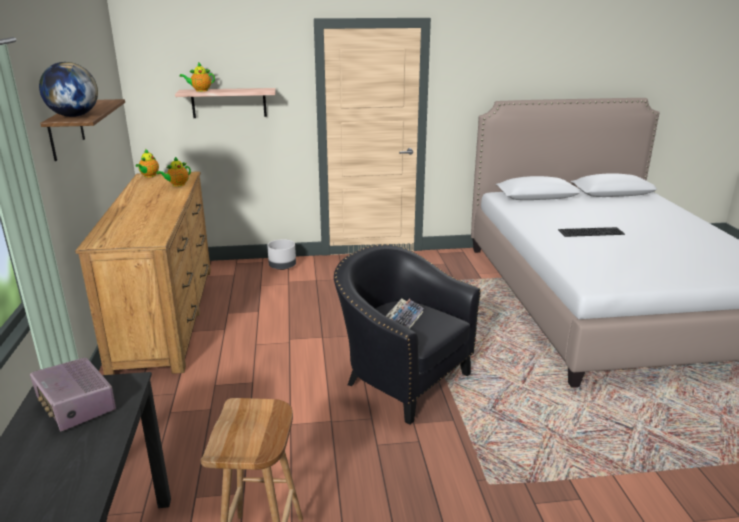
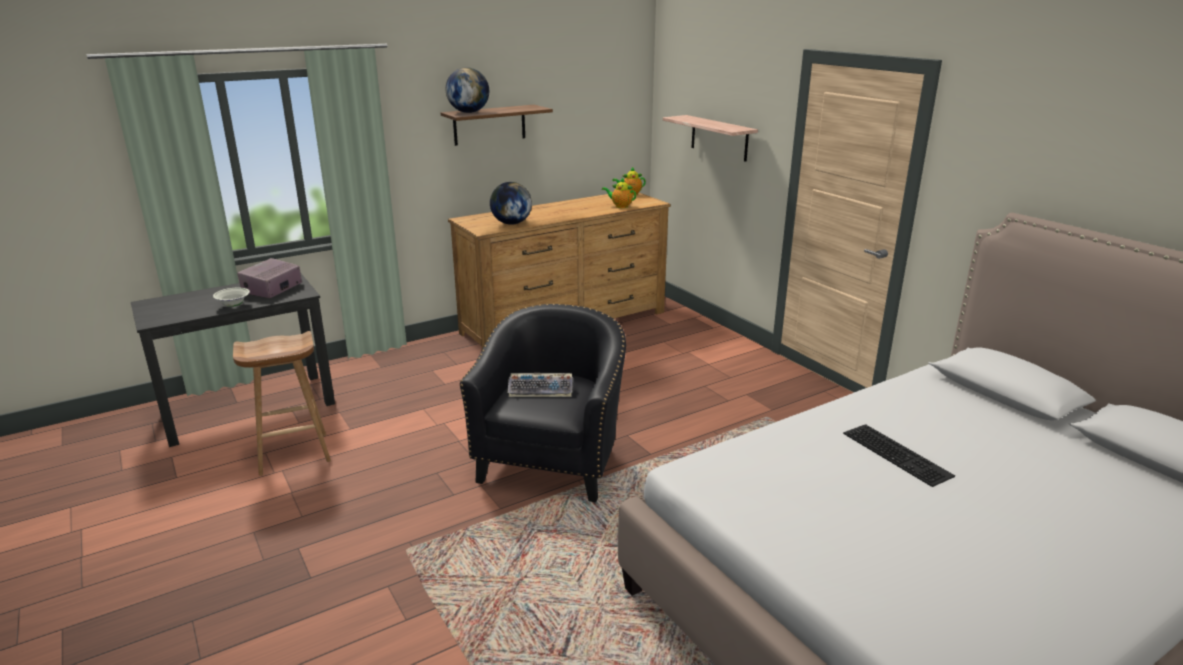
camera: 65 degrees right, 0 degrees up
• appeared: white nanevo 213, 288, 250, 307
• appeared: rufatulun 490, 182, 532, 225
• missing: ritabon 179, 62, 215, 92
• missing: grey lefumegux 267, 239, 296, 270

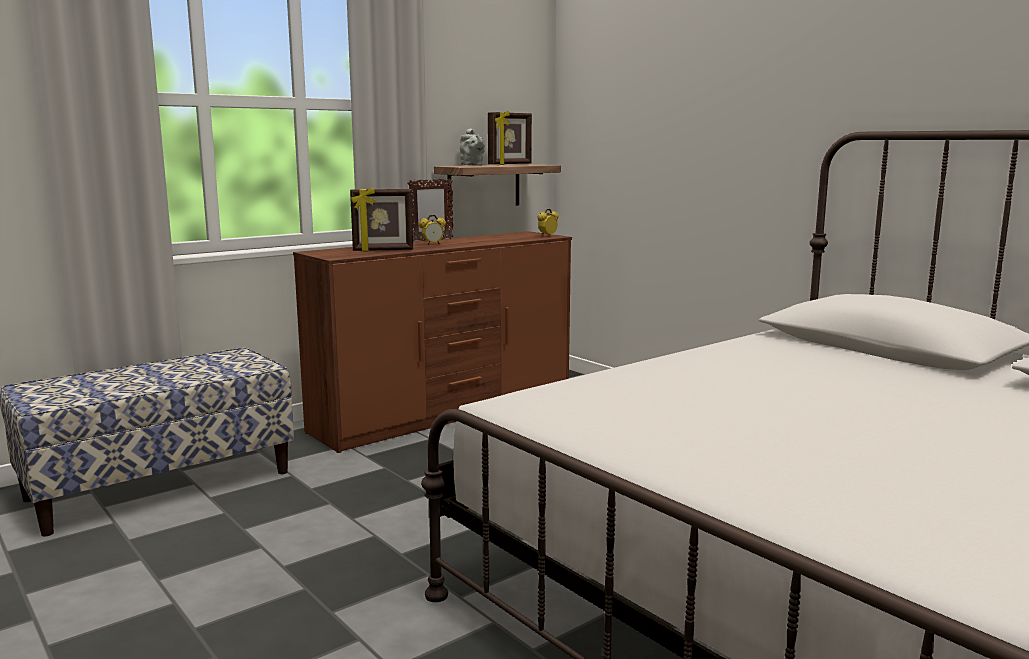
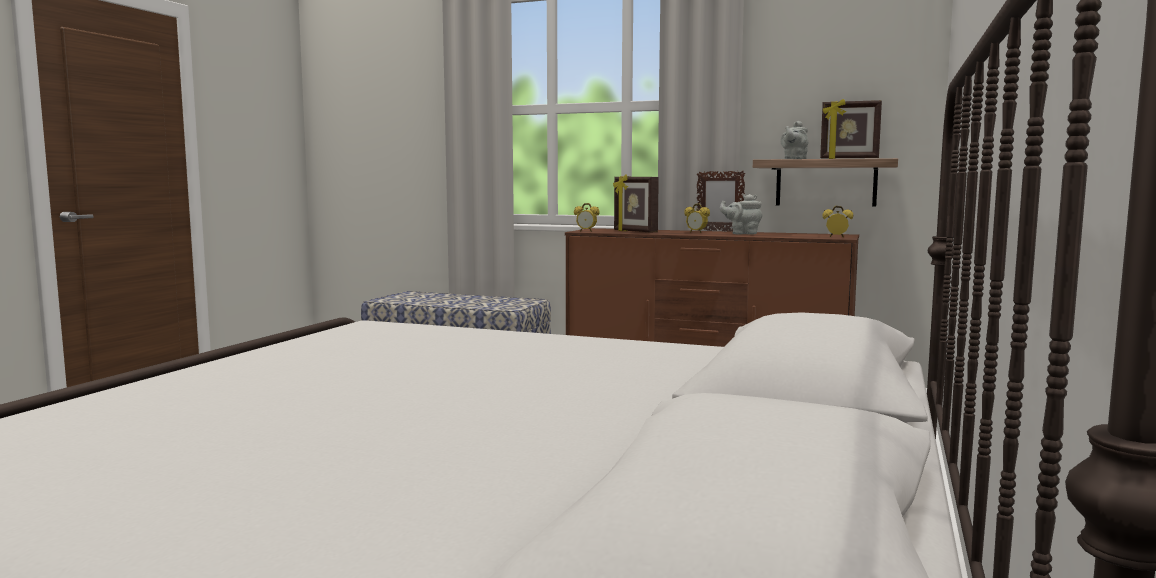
camera: 60 degrees right, 5 degrees down
• appeared: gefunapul 574, 203, 600, 232
• appeared: grey ritabon 720, 194, 762, 235

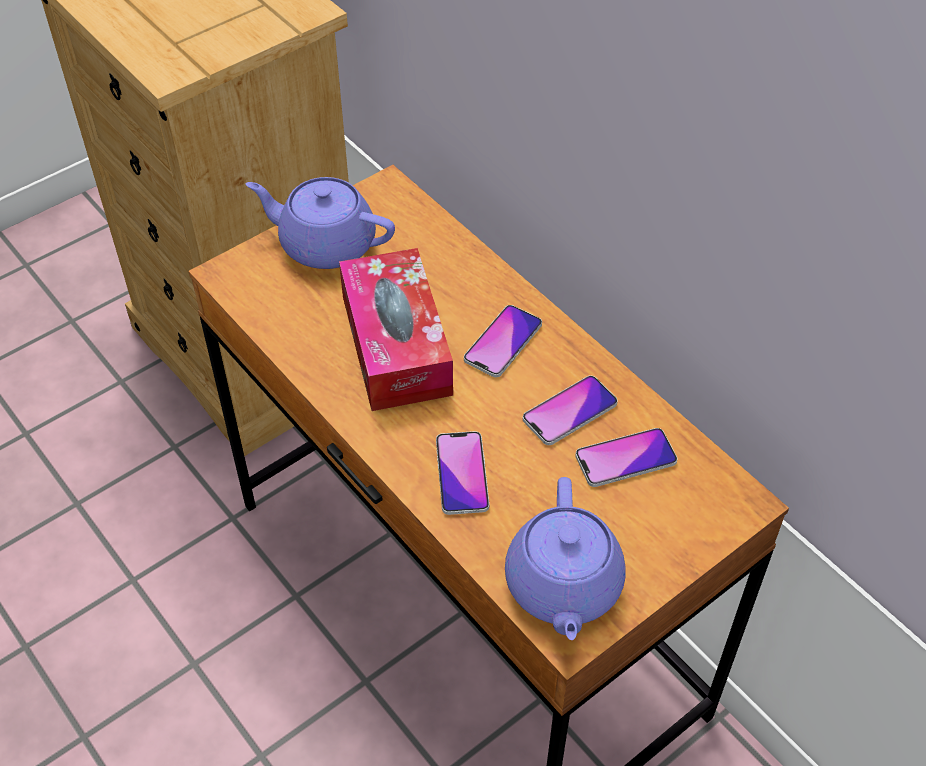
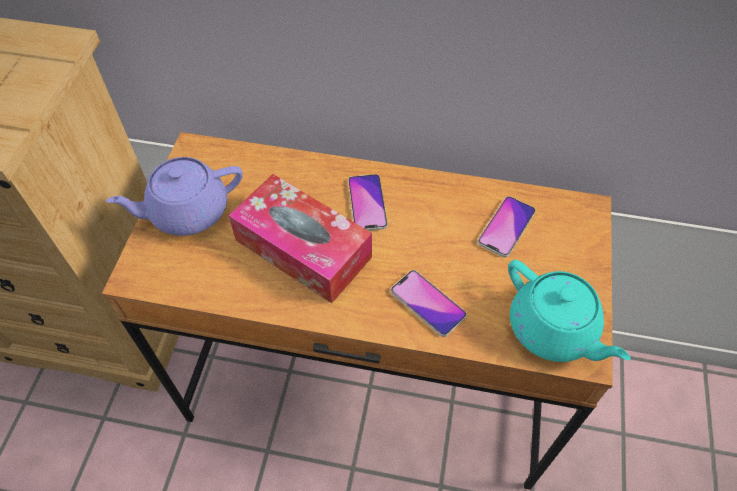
camera: 40 degrees left, 5 degrees up
• colour: purple ritabon 505, 477, 626, 640 to turquoise ritabon 508, 260, 631, 362
• missing: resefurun 523, 375, 618, 445

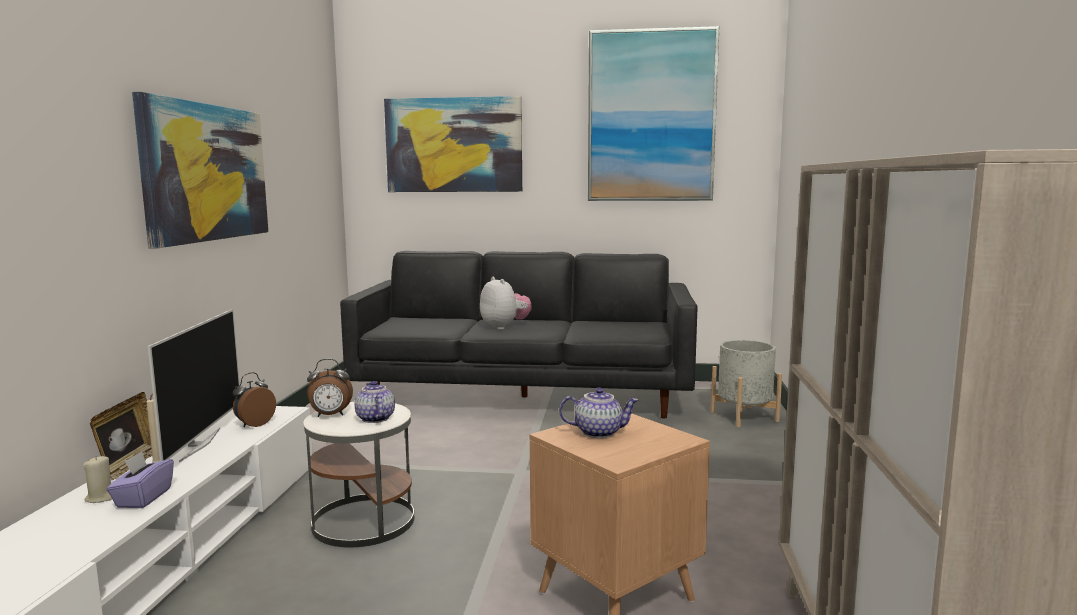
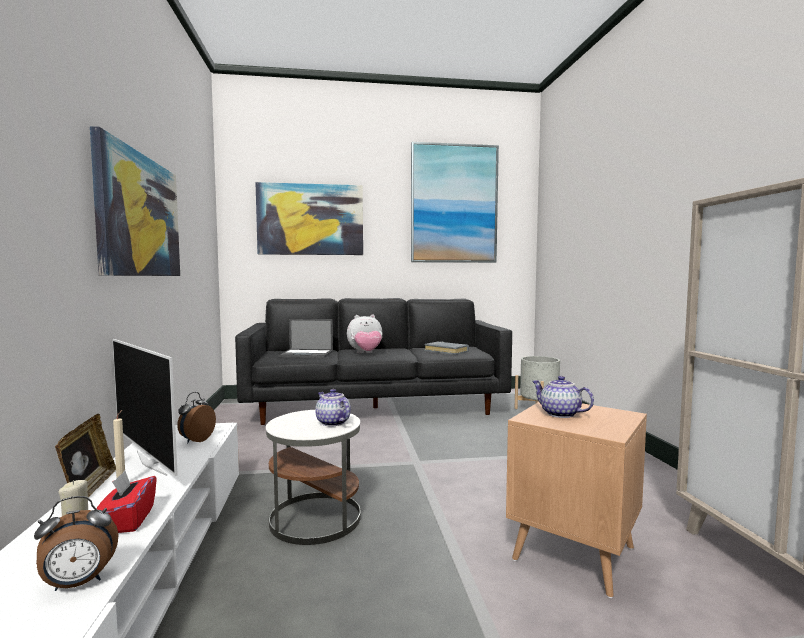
camera: 15 degrees left, 5 degrees down
• relocated: gefunapul 307, 359, 353, 417 to 34, 496, 119, 591
• colour: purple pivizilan 106, 451, 174, 508 to red pivizilan 96, 471, 157, 533
• spun: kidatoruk 148, 309, 240, 462 = 112, 339, 178, 476 150 degrees clockwise
• appeared: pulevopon 278, 319, 333, 358
• spun: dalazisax 480, 277, 531, 330 = 347, 314, 382, 353 120 degrees clockwise
• appeared: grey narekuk 424, 342, 469, 355
• spun: ritabon 559, 387, 639, 438 = 532, 376, 594, 418 120 degrees counterclockwise

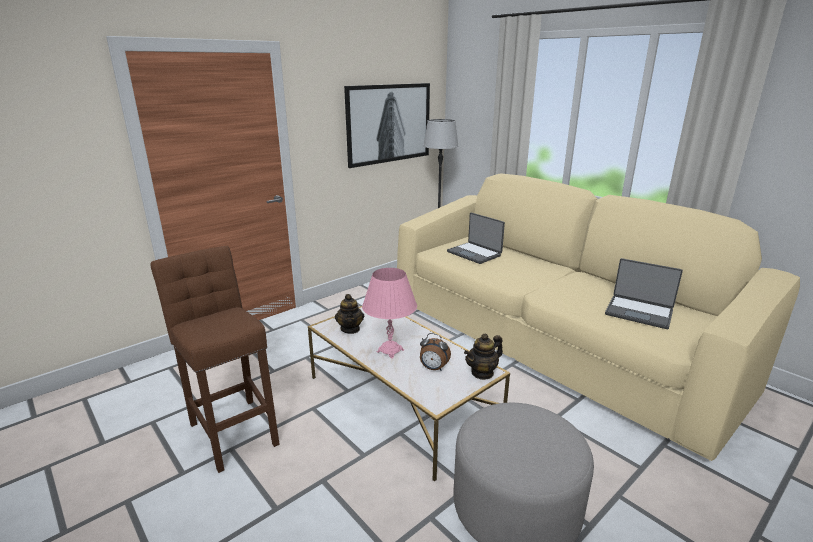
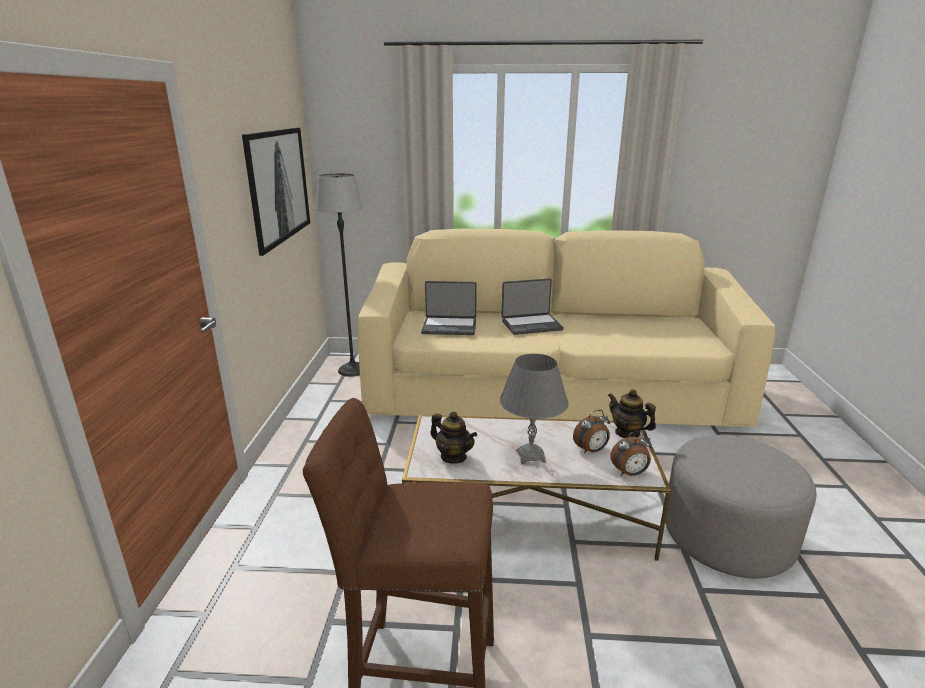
camera: 45 degrees left, 0 degrees up
• colour: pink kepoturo 362, 268, 417, 359 to grey kepoturo 500, 354, 569, 464
• relocated: pulevopon 605, 258, 683, 329 to 501, 279, 564, 335
• spun: ritabon 464, 334, 503, 380 = 607, 390, 656, 438 120 degrees clockwise
• appeared: gefunapul 610, 431, 652, 476

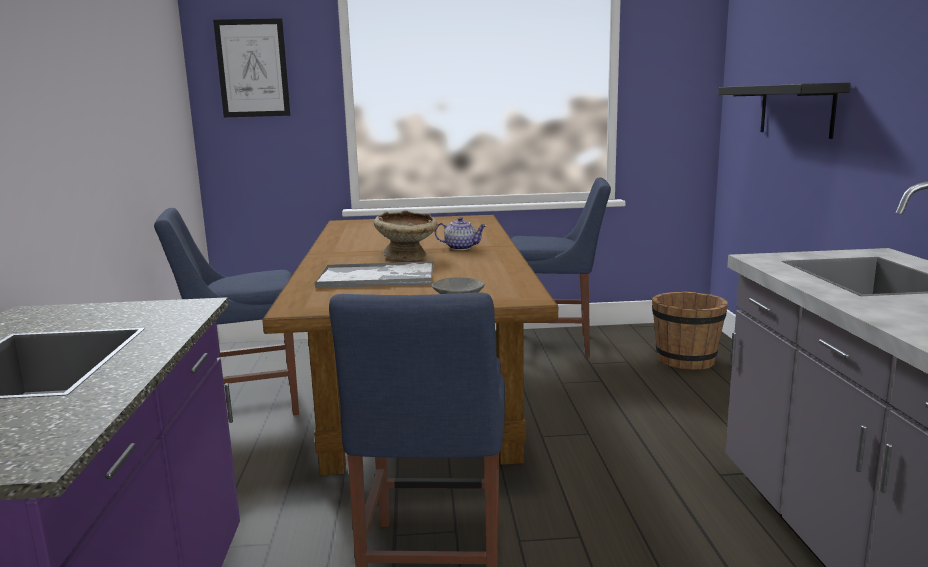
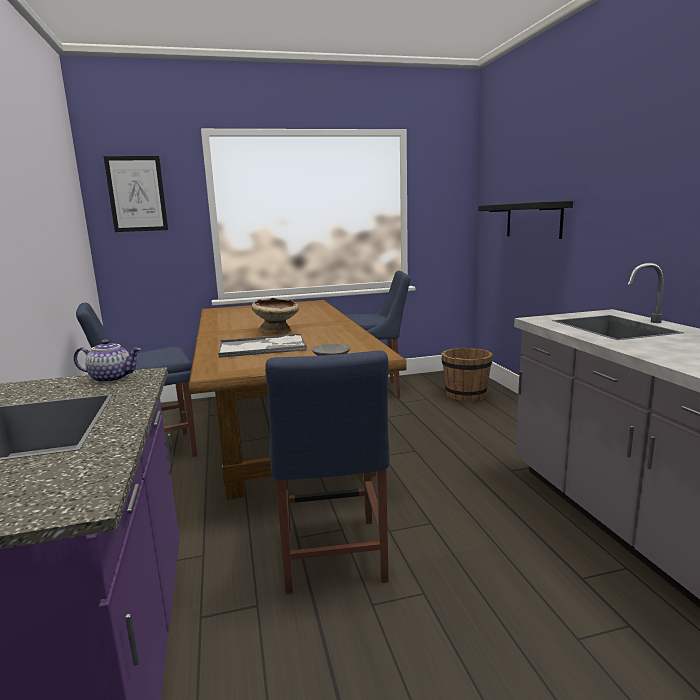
camera: 10 degrees left, 0 degrees up
• relocated: ritabon 435, 217, 487, 250 to 74, 339, 141, 383

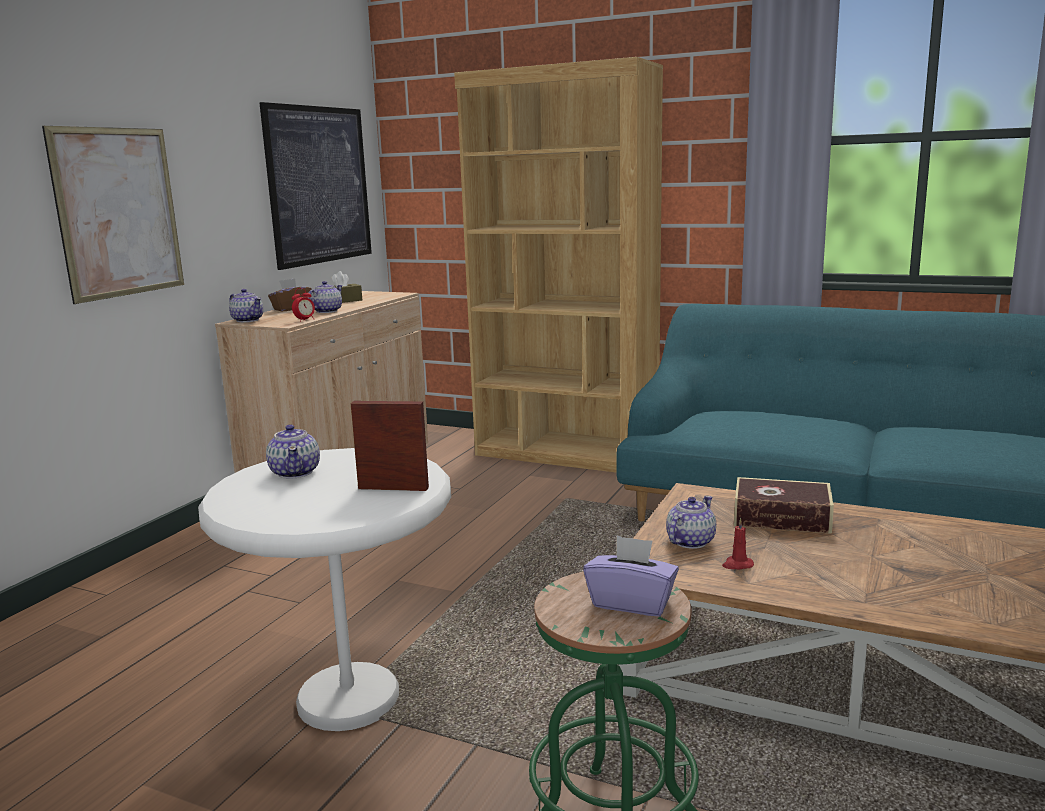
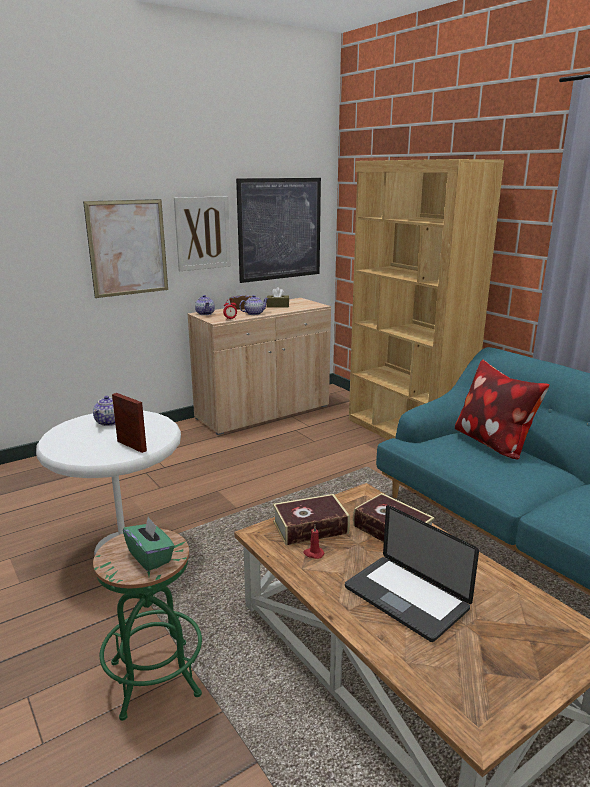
camera: 30 degrees right, 5 degrees up
• colour: purple pivizilan 583, 536, 679, 616 to green pivizilan 123, 517, 175, 571
• appeared: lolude 174, 196, 231, 271
• exchanged: ritabon 666, 496, 716, 549 to narekuk 273, 494, 350, 545
• appeared: pulevopon 345, 505, 479, 642
• appeared: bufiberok 455, 359, 550, 460

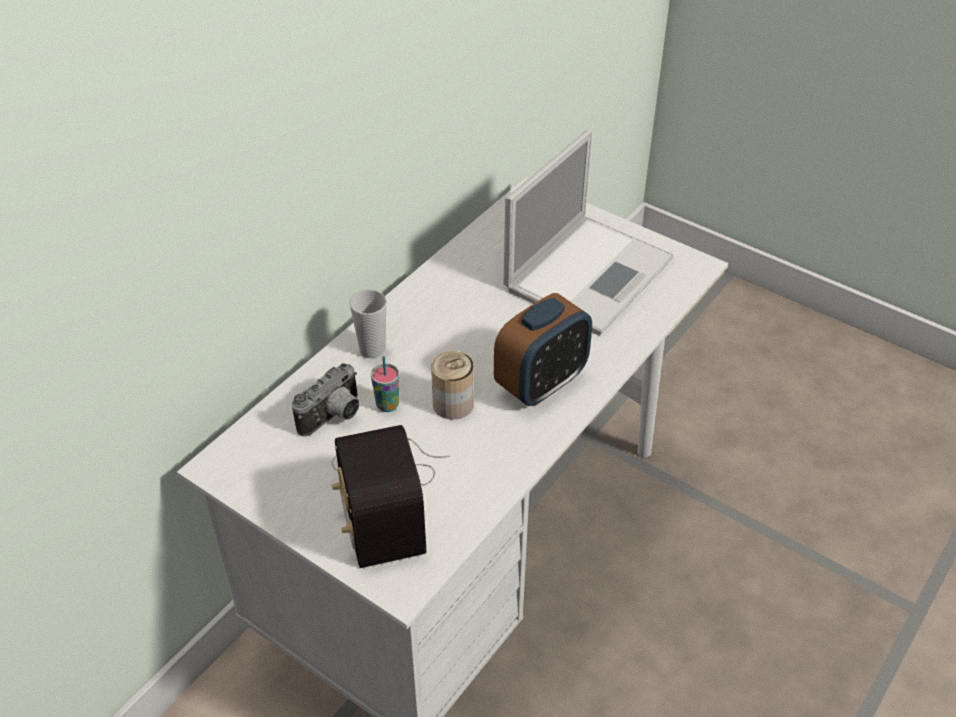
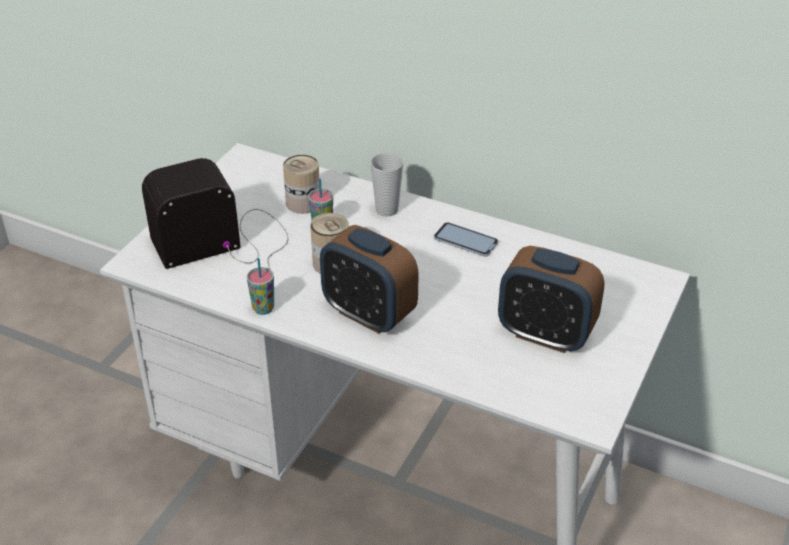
camera: 80 degrees right, 5 degrees down
• appeared: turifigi 247, 258, 274, 315
• exchanged: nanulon 292, 363, 360, 436 to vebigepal 283, 155, 319, 214
• appeared: resefurun 434, 222, 498, 257
• exchanged: pulevopon 503, 129, 674, 335 to gefunapul 498, 246, 605, 353

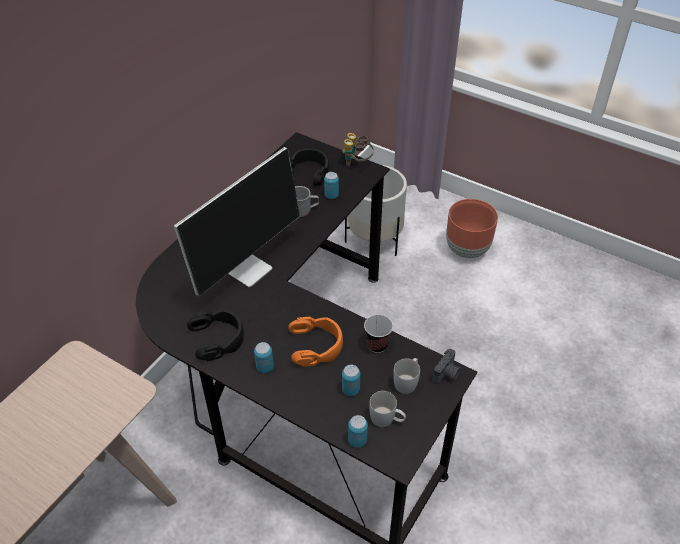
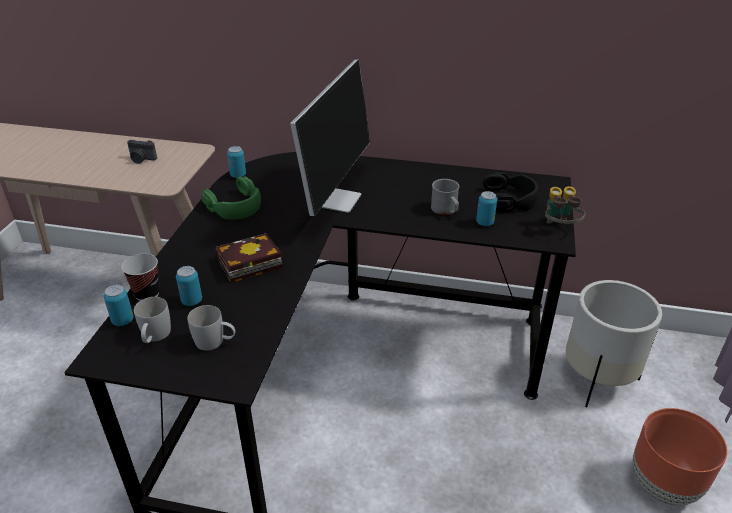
camera: 70 degrees right, 10 degrees down
• relocated: turifigi 364, 315, 393, 353 to 121, 254, 160, 301
• relocated: nanulon 432, 349, 461, 384 to 127, 140, 157, 164
• colour: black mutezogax 187, 310, 244, 361 to green mutezogax 201, 176, 261, 220
• exchanged: orange mutezogax 288, 317, 343, 367 to narekuk 215, 233, 283, 283
• relocated: vebigepal 254, 342, 274, 373 to 227, 146, 246, 178
• spun: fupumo 174, 147, 300, 296 = 290, 60, 370, 216 90 degrees counterclockwise

